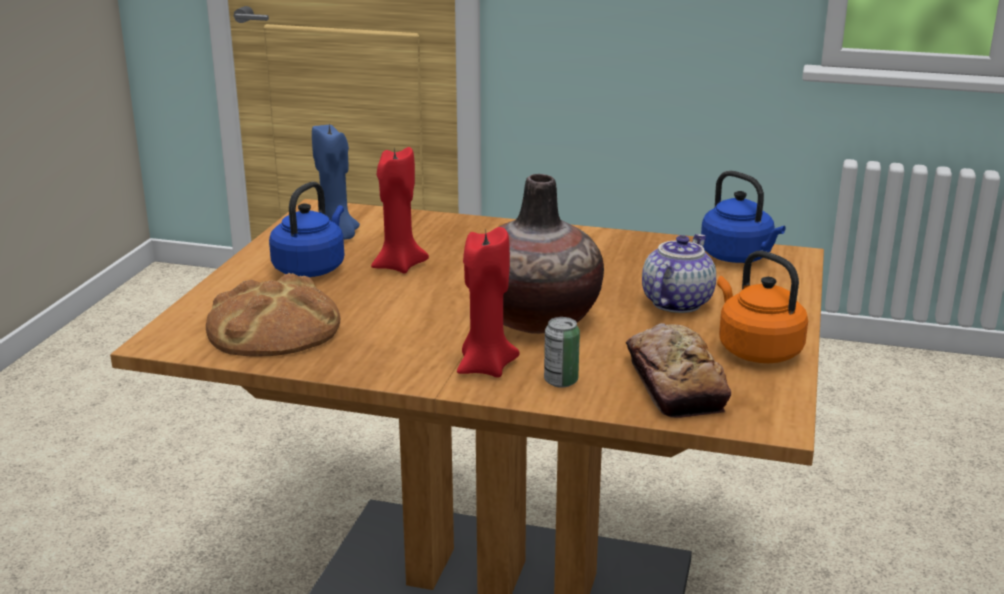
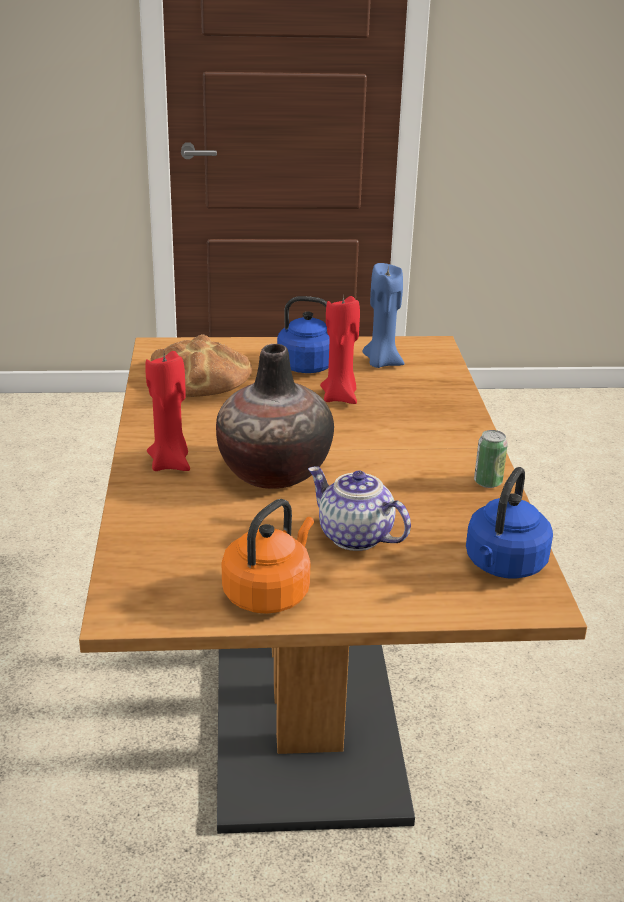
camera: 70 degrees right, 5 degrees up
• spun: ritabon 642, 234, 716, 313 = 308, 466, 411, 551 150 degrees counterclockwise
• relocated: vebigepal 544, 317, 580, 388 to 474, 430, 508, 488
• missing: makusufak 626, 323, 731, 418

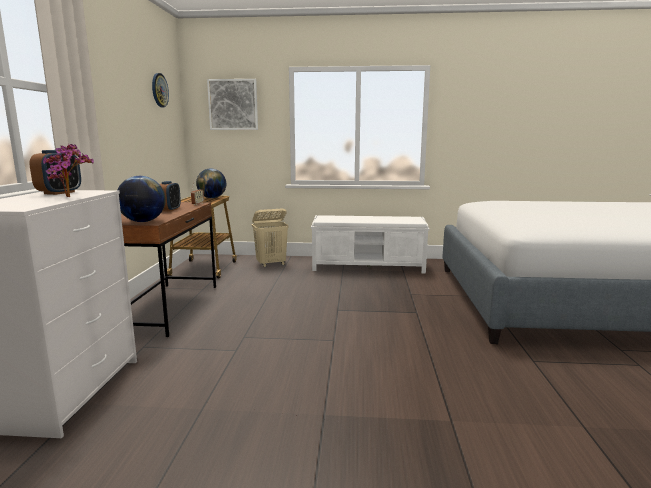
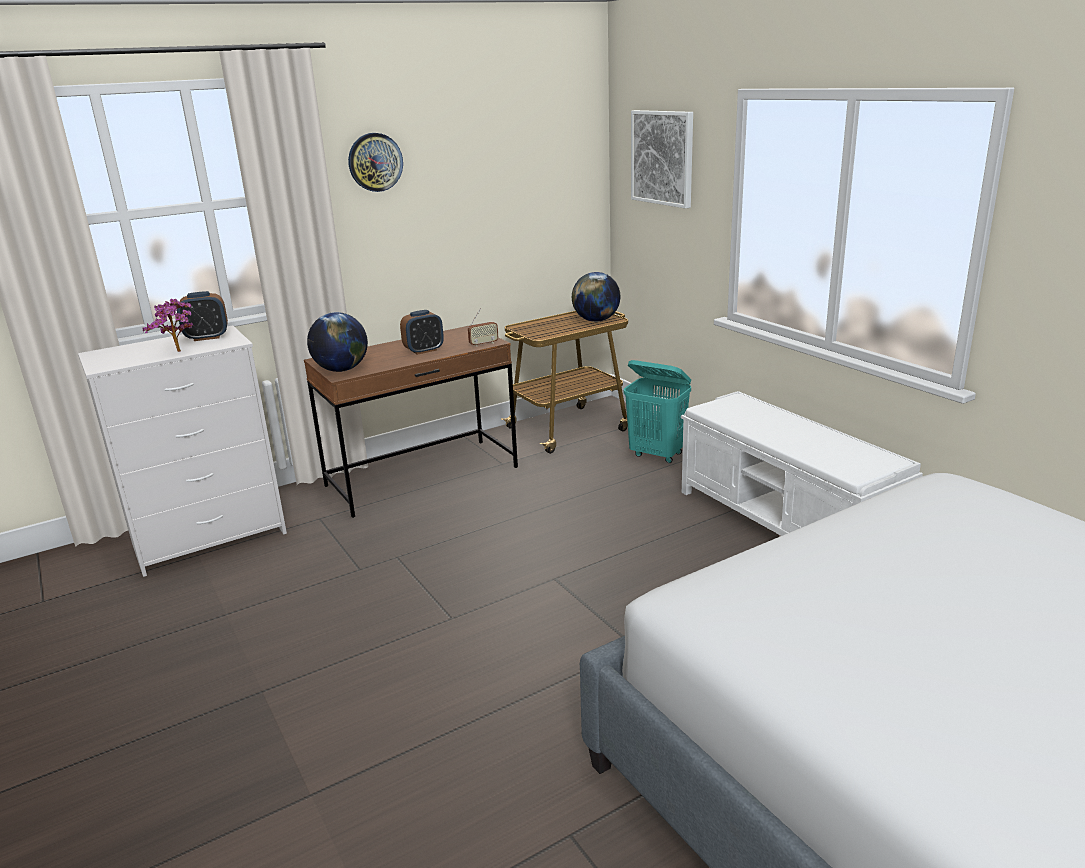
camera: 55 degrees right, 10 degrees up
• relocated: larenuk 152, 73, 169, 107 to 348, 133, 403, 192
• colour: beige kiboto 252, 209, 289, 267 to turquoise kiboto 623, 360, 691, 463

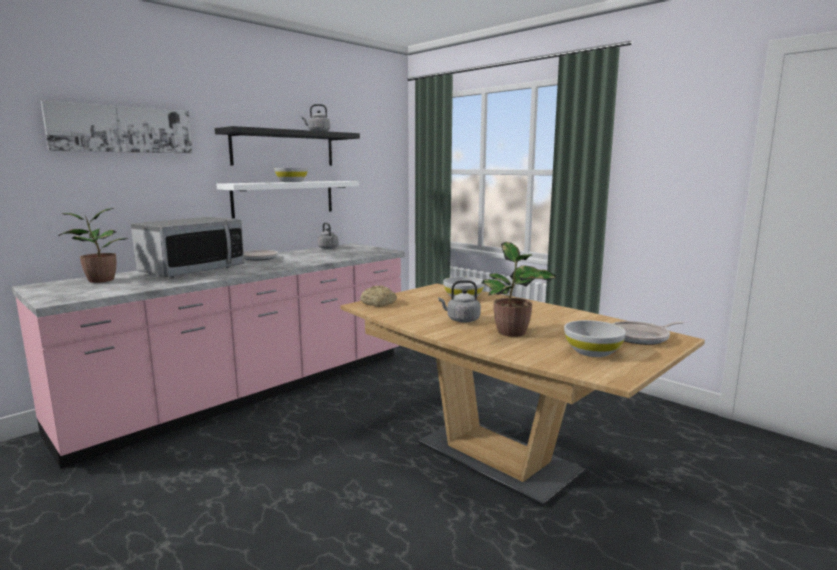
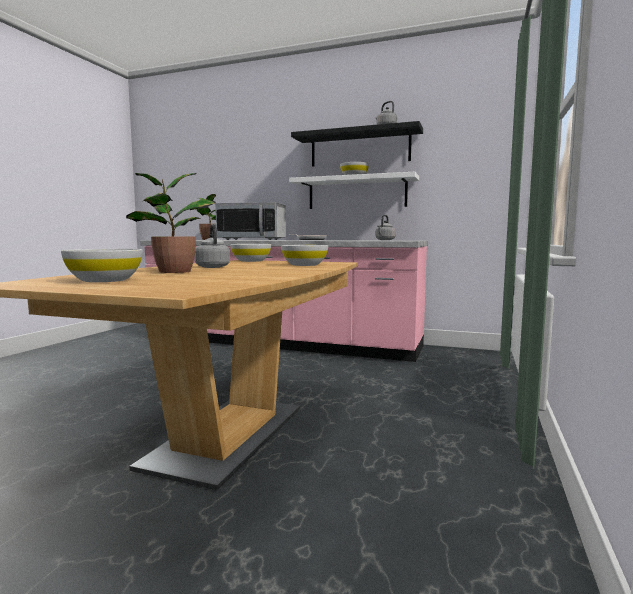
camera: 65 degrees right, 5 degrees down
• exchanged: makusufak 360, 285, 397, 307 to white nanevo 230, 244, 271, 262
• missing: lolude 41, 101, 192, 153
• missing: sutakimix 612, 321, 684, 345

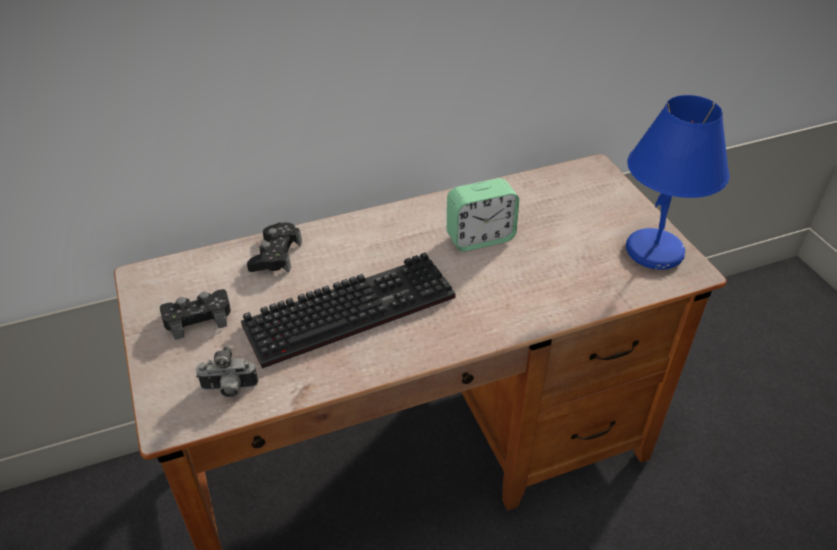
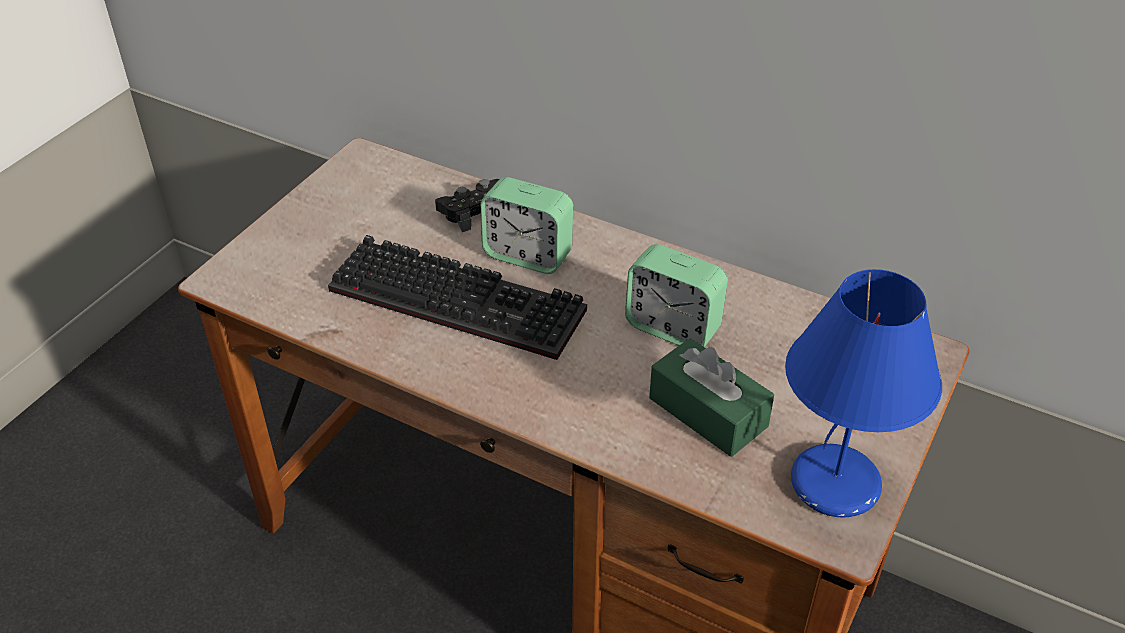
camera: 50 degrees right, 0 degrees up
• appeared: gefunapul 480, 177, 573, 274
• appeared: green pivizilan 649, 338, 774, 457
• missing: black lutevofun 160, 289, 231, 340
• missing: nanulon 196, 346, 258, 397

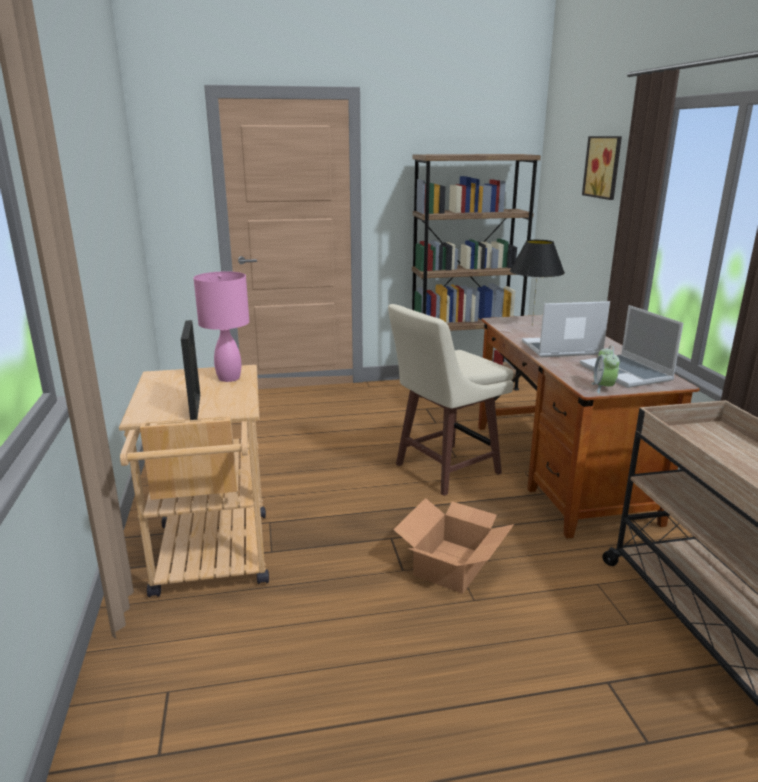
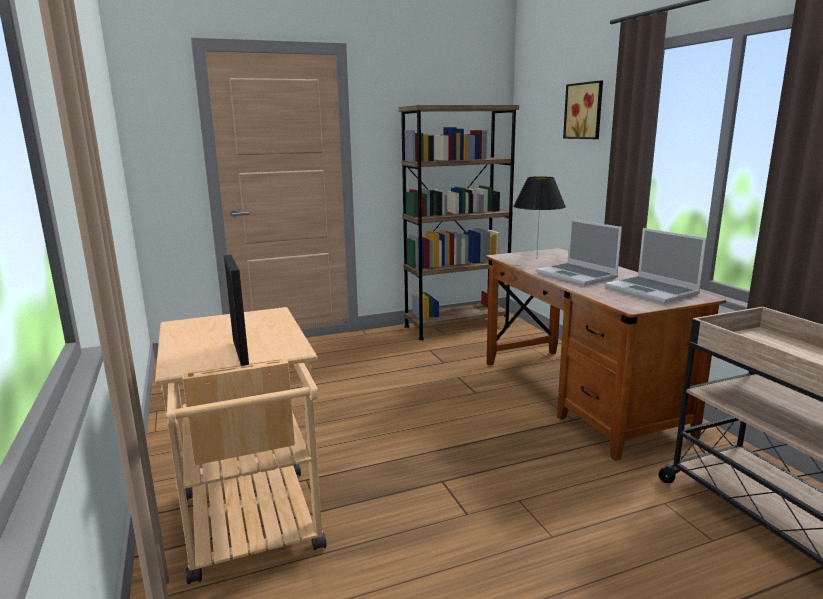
camera: 10 degrees left, 5 degrees down
• spun: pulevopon 522, 301, 610, 357 = 536, 219, 622, 286 105 degrees counterclockwise
• missing: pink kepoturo 194, 271, 249, 382
• missing: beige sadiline 388, 304, 514, 496
• missing: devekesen 393, 498, 514, 594
• missing: gefunapul 592, 345, 620, 394

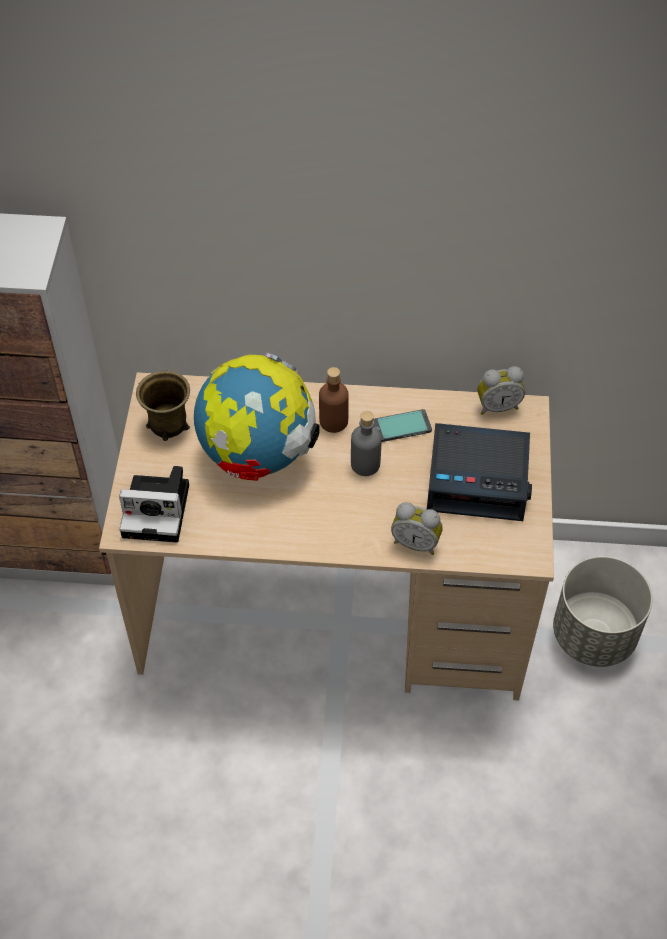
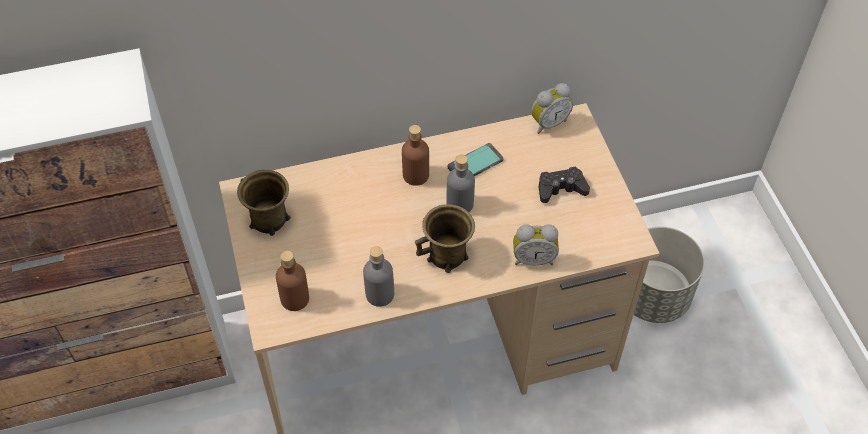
camera: 20 degrees left, 0 degrees up
• exchanged: nanulon 119, 466, 189, 542 to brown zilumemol 276, 251, 309, 311
• appeared: grey zilumemol 363, 246, 394, 307
• appeared: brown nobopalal 415, 204, 475, 273
• exchanged: gefunapul 427, 423, 532, 521 to black lutevofun 539, 167, 590, 203
• missing: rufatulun 194, 353, 319, 481

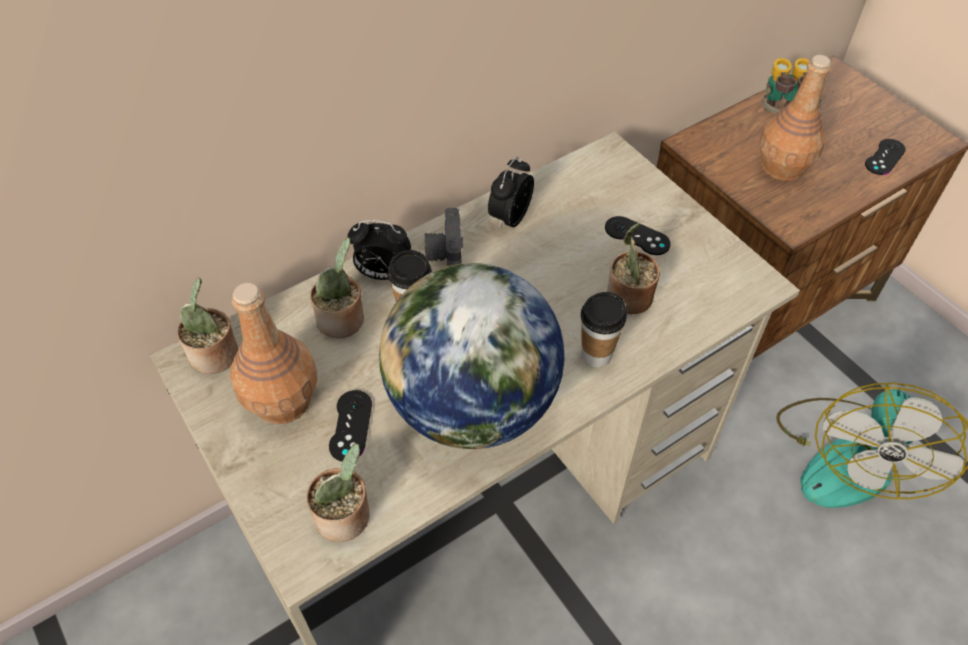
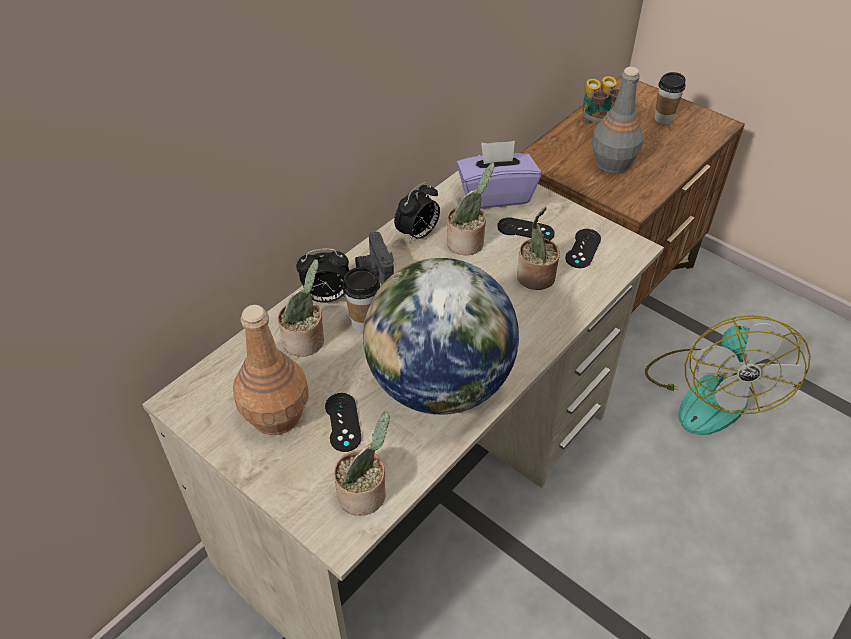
camera: 15 degrees left, 5 degrees down
• spun: gefunapul 488, 157, 534, 229 = 394, 182, 440, 243 150 degrees counterclockwise
• relocated: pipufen 177, 277, 238, 374 to 447, 163, 495, 255
• appeared: purple pivizilan 456, 141, 541, 209
• relocated: black lutevofun 865, 139, 906, 175 to 565, 229, 601, 268
• colour: brown zilumemol 759, 55, 831, 181 to grey zilumemol 591, 67, 644, 174
• relocated: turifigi 581, 292, 627, 367 to 655, 72, 686, 124

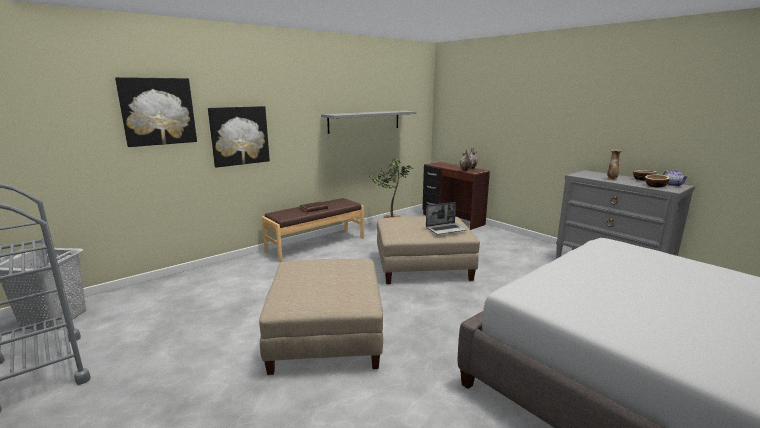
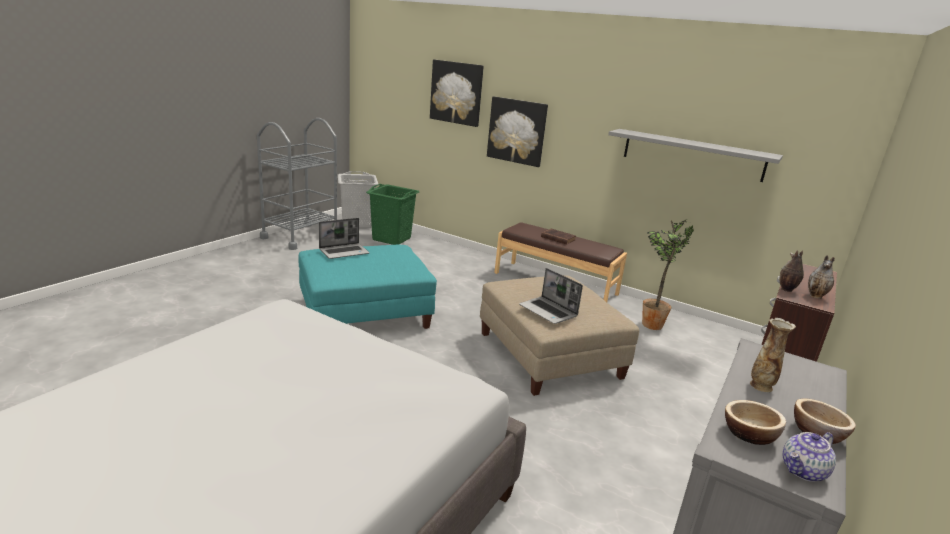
camera: 70 degrees right, 5 degrees up
• colour: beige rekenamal 259, 259, 383, 375 to turquoise rekenamal 299, 245, 437, 329
• appeared: pulevopon 319, 218, 370, 259
• appeared: green kiboto 366, 184, 419, 245

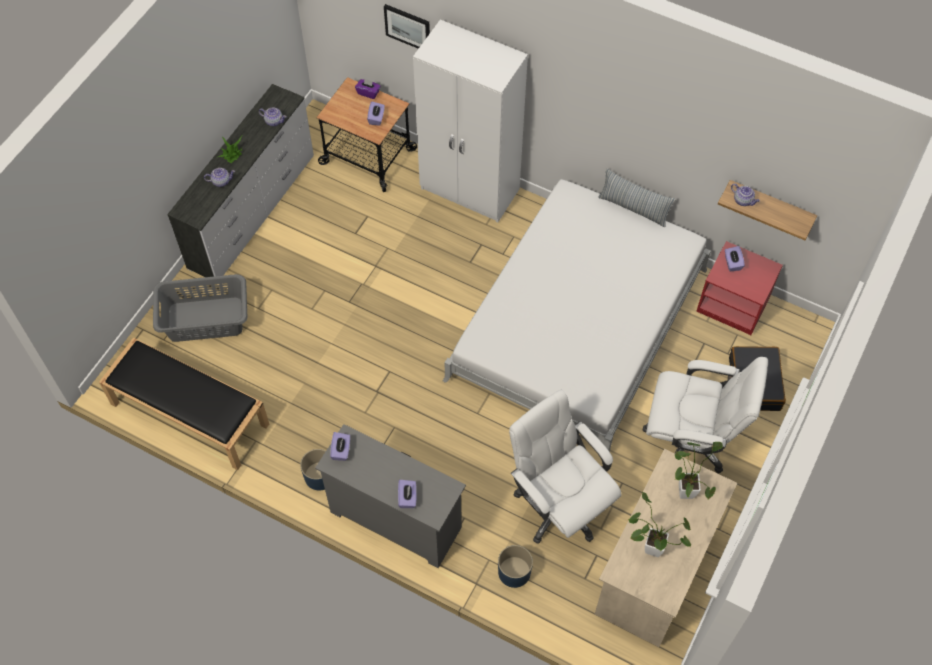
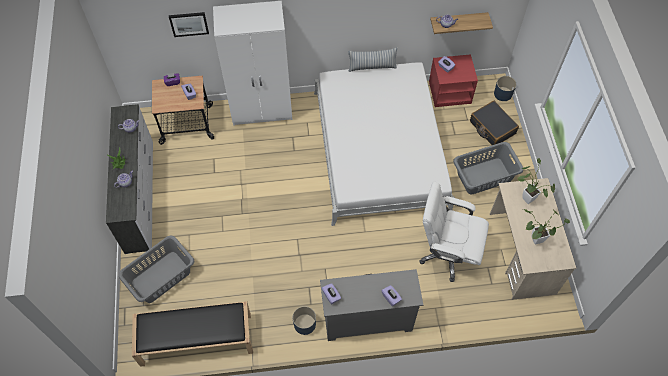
camera: 35 degrees left, 0 degrees up
• exchanged: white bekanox 643, 357, 768, 473 to grey kiboto 453, 142, 523, 195
• relocated: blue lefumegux 498, 545, 533, 588 to 494, 76, 516, 101

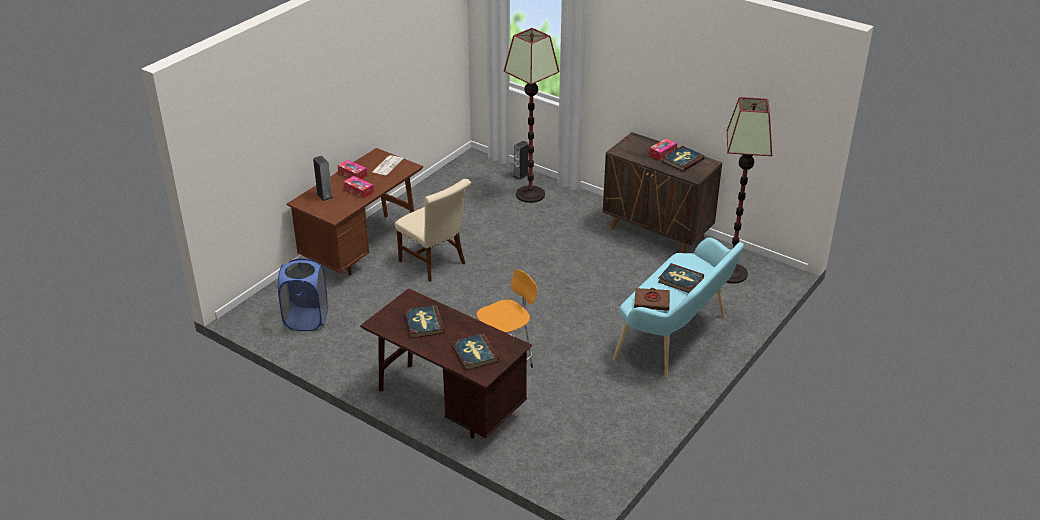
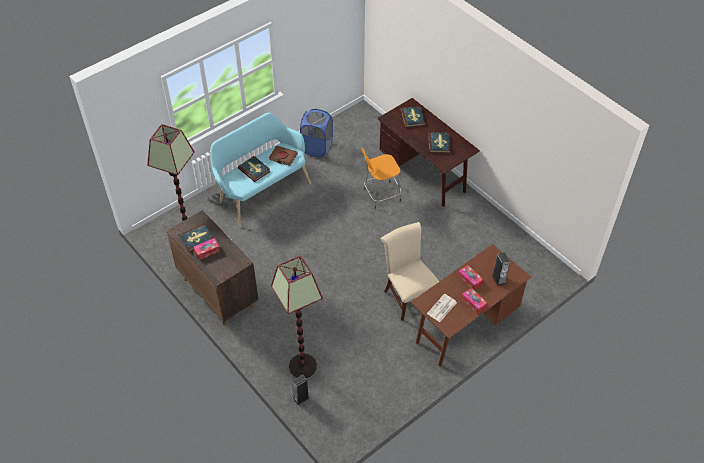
camera: 165 degrees left, 15 degrees up
• relocated: blue kiboto 278, 258, 328, 331 to 300, 109, 333, 157

